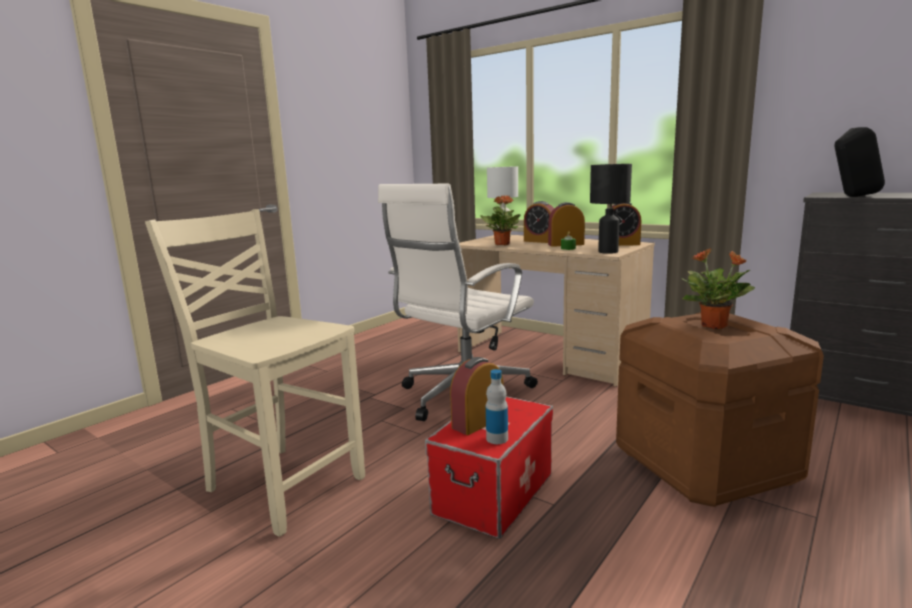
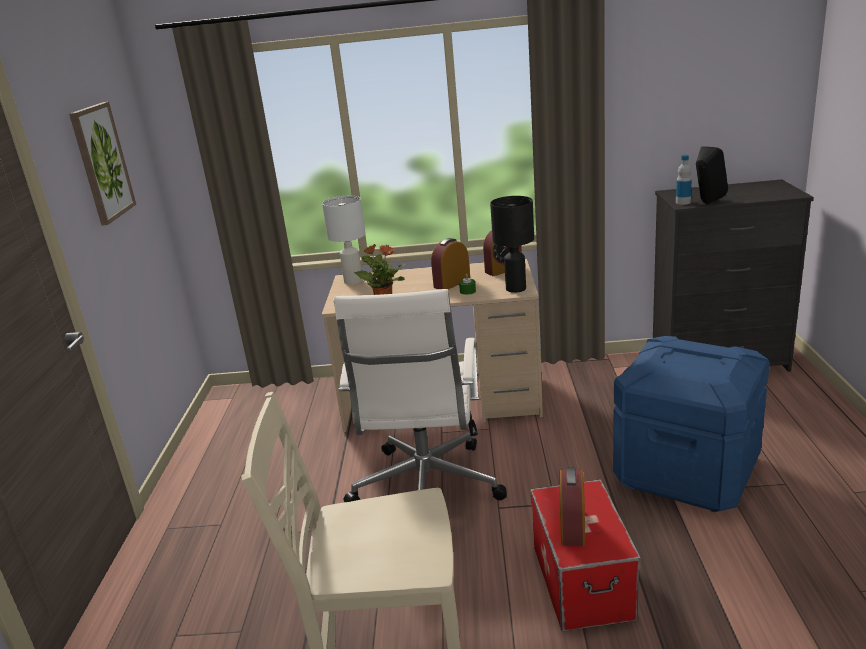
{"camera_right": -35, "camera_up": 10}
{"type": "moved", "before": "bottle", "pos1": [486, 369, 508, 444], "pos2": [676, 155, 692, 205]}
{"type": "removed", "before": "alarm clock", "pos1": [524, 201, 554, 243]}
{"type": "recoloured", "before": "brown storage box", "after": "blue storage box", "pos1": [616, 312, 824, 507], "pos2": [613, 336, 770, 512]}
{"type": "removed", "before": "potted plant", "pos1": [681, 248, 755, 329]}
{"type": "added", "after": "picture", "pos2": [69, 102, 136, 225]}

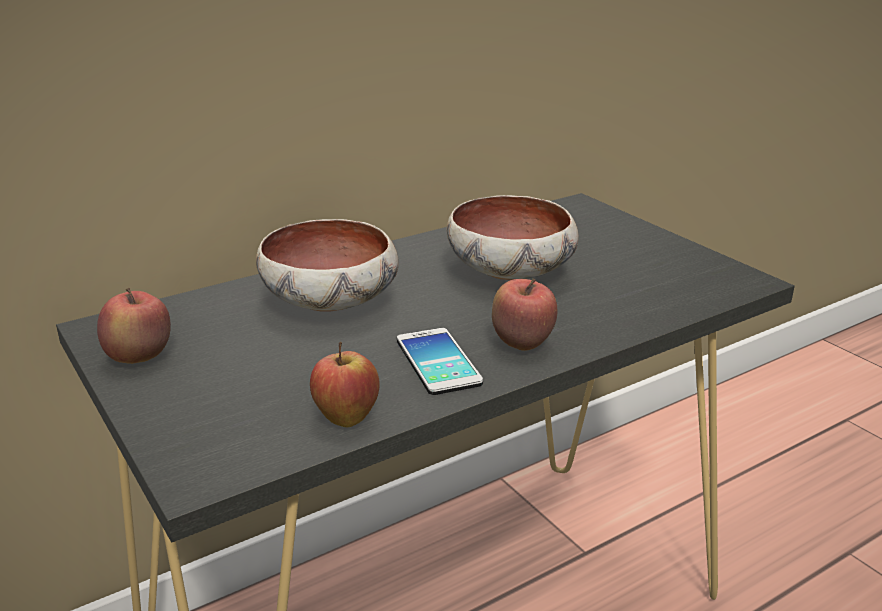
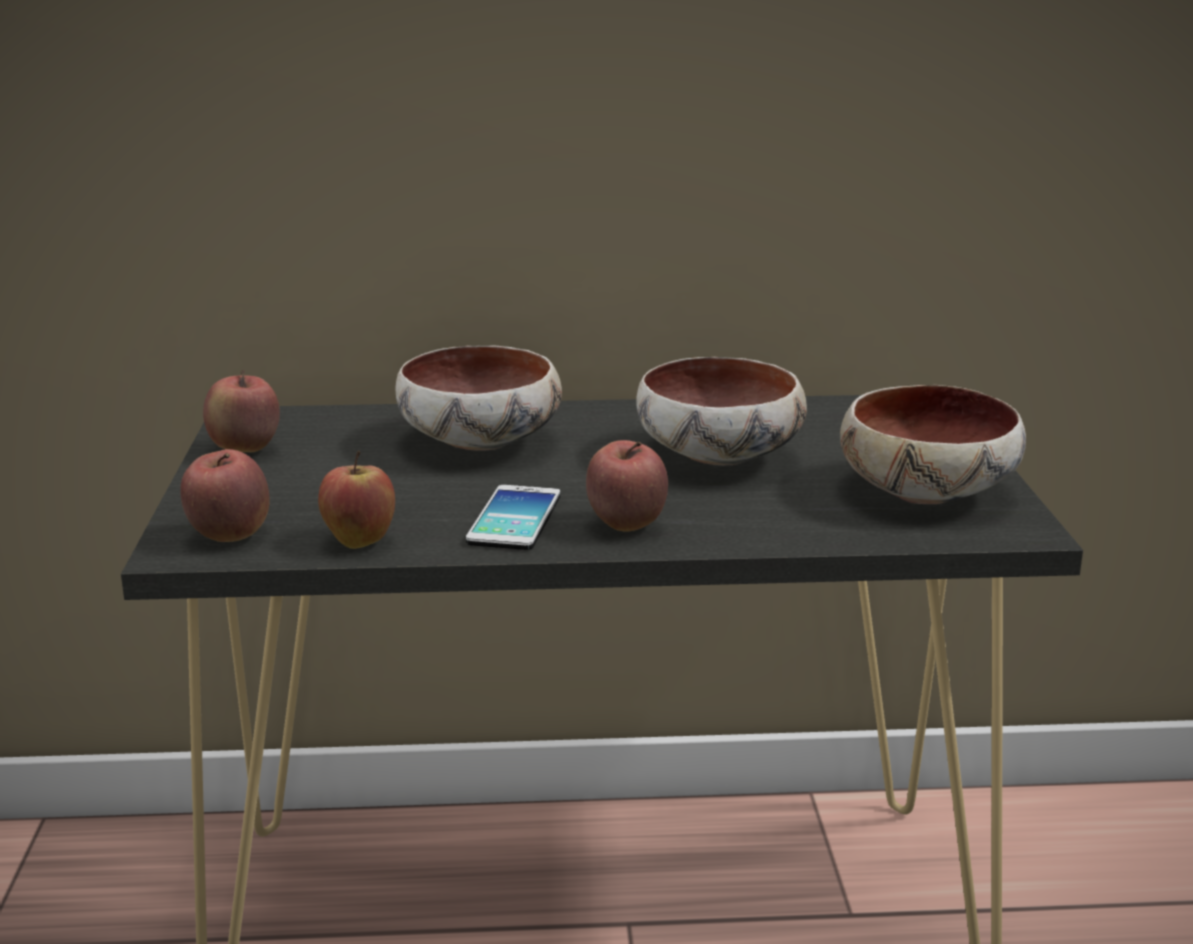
{"camera_right": 30, "camera_up": -5}
{"type": "added", "after": "apple", "pos2": [180, 449, 270, 542]}
{"type": "added", "after": "bowl", "pos2": [840, 385, 1026, 504]}

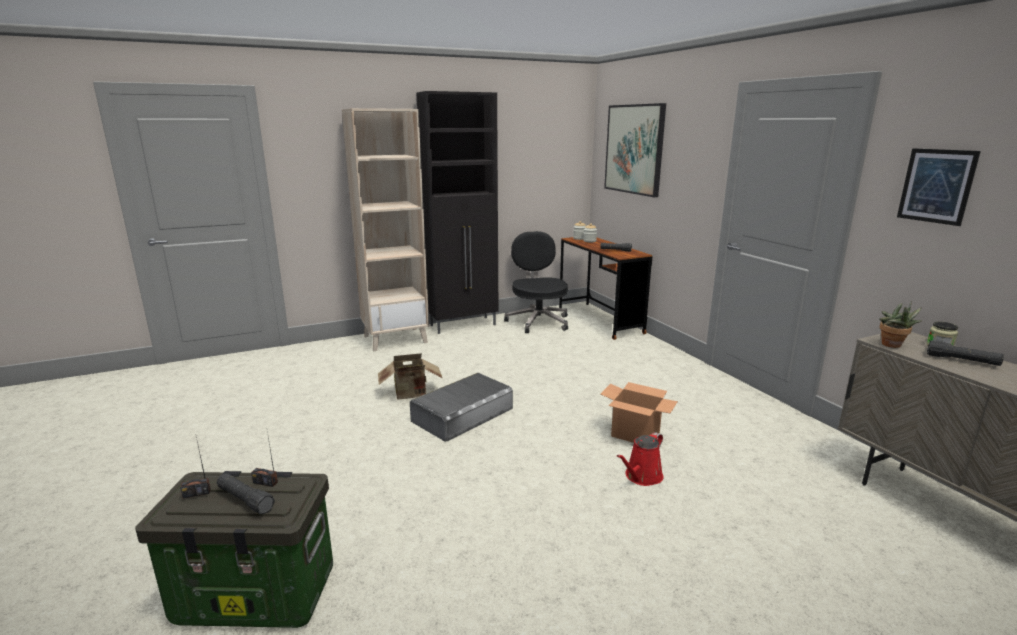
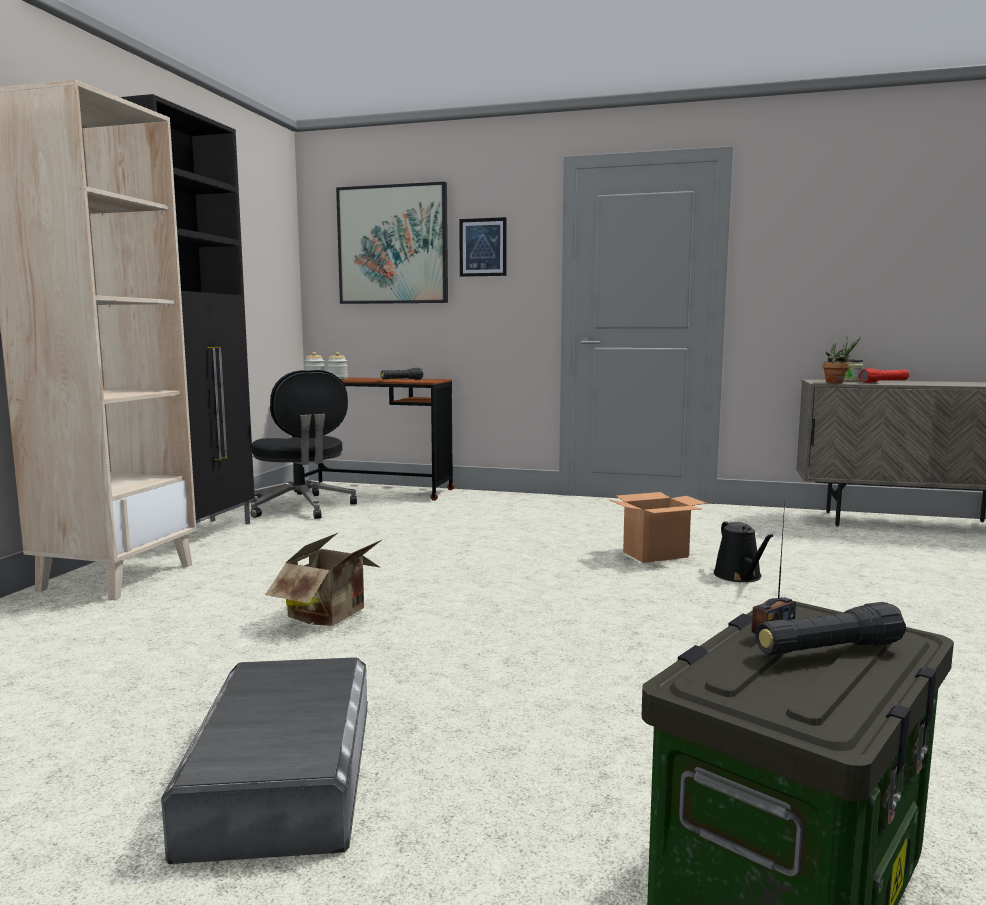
{"camera_right": -50, "camera_up": -10}
{"type": "removed", "before": "radio", "pos1": [180, 437, 211, 499]}
{"type": "moved", "before": "grey storage box", "pos1": [410, 373, 513, 442], "pos2": [161, 657, 368, 864]}
{"type": "turned", "before": "black office chair", "pos1": [504, 231, 568, 333], "pos2": [251, 370, 357, 519], "turn": -150}
{"type": "recoloured", "before": "red watering can", "after": "black watering can", "pos1": [617, 432, 664, 486], "pos2": [714, 521, 773, 582]}
{"type": "moved", "before": "picture", "pos1": [897, 148, 981, 226], "pos2": [459, 217, 507, 277]}
{"type": "recoloured", "before": "black flashlight", "after": "red flashlight", "pos1": [927, 340, 1004, 366], "pos2": [859, 369, 909, 383]}

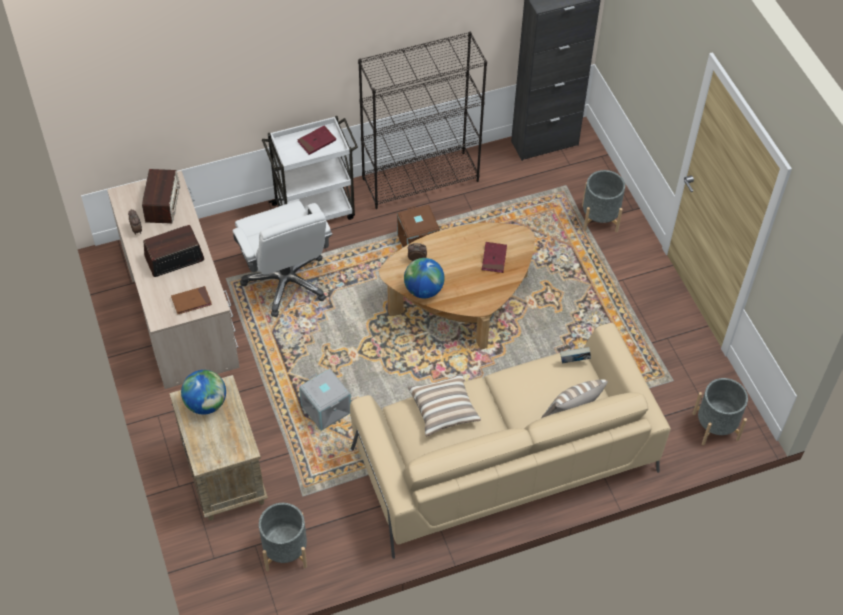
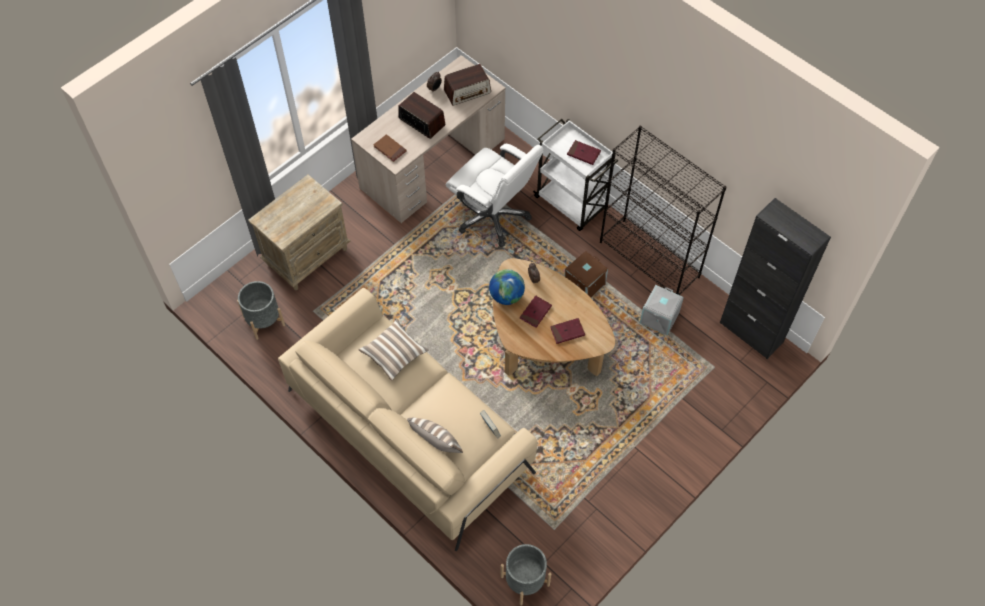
{"camera_right": 65, "camera_up": 5}
{"type": "removed", "before": "globe", "pos1": [181, 370, 226, 415]}
{"type": "turned", "before": "white office chair", "pos1": [232, 201, 332, 317], "pos2": [446, 144, 544, 247], "turn": -90}
{"type": "moved", "before": "grey storage box", "pos1": [299, 369, 351, 431], "pos2": [640, 285, 684, 335]}
{"type": "removed", "before": "grey planter", "pos1": [582, 170, 625, 232]}
{"type": "added", "after": "red book", "pos2": [520, 295, 552, 328]}

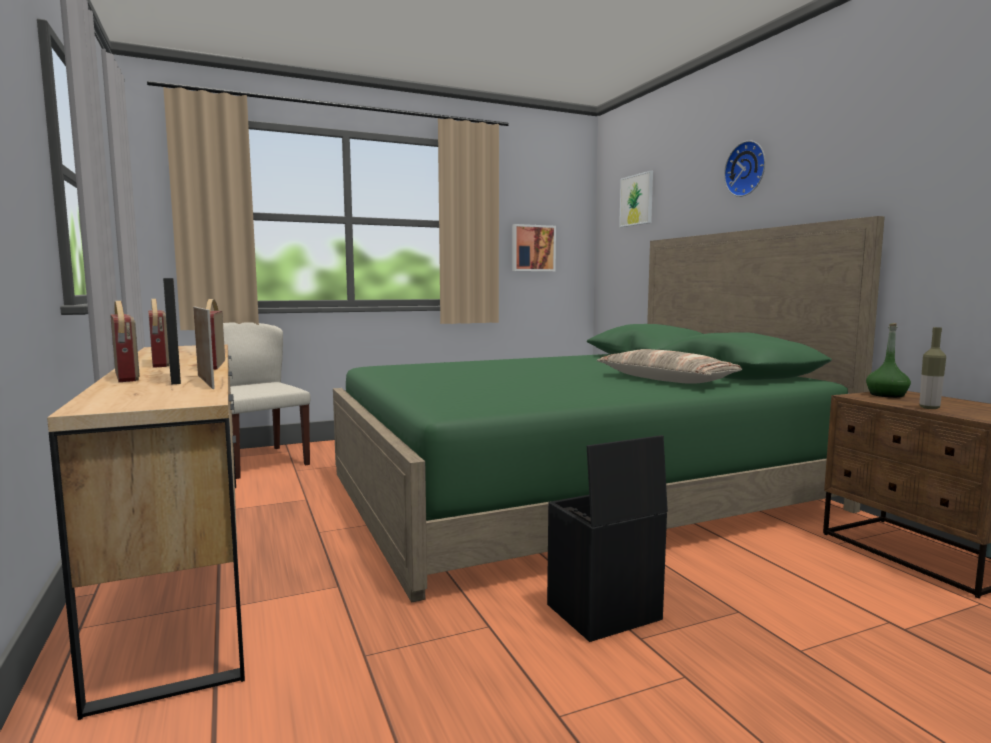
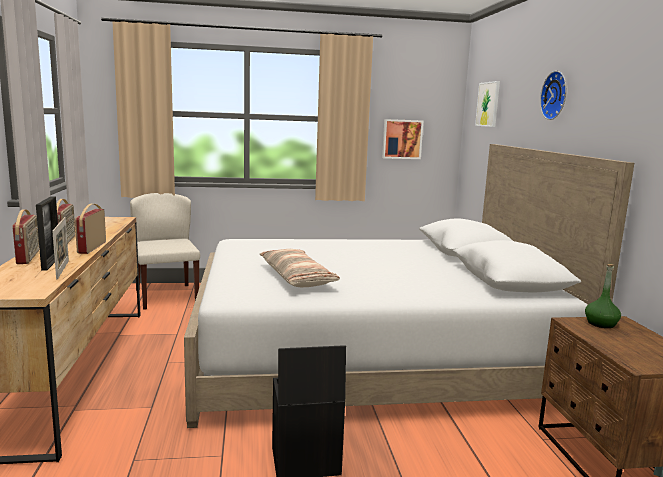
{"camera_right": 15, "camera_up": 5}
{"type": "recoloured", "before": "green bed", "after": "white bed", "pos1": [333, 216, 885, 603], "pos2": [184, 144, 634, 428]}
{"type": "moved", "before": "pillow", "pos1": [597, 349, 742, 384], "pos2": [260, 249, 340, 287]}
{"type": "removed", "before": "bottle", "pos1": [919, 327, 946, 409]}

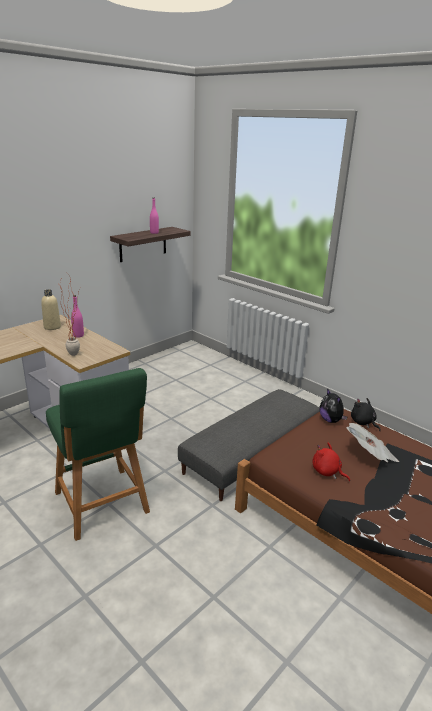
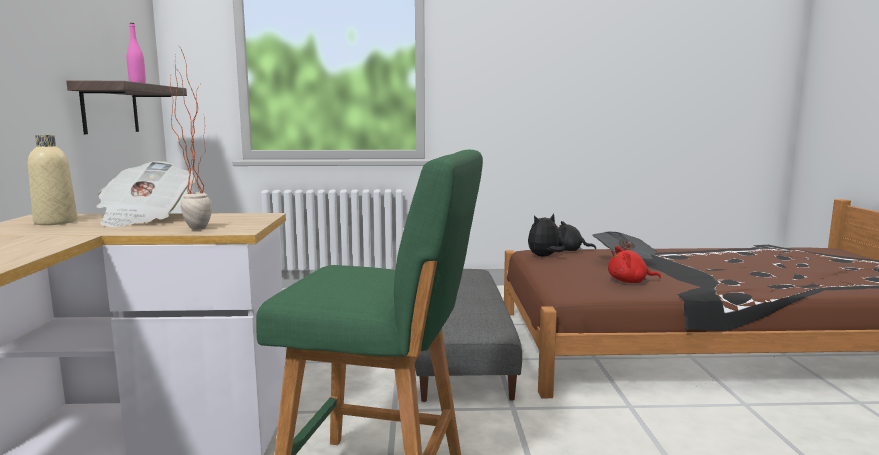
{"camera_right": -45, "camera_up": -15}
{"type": "replaced", "before": "pink bottle", "after": "newspaper", "pos1": [71, 295, 84, 338], "pos2": [96, 161, 195, 227]}
{"type": "turned", "before": "plush toy", "pos1": [319, 388, 347, 423], "pos2": [528, 214, 565, 256], "turn": 135}

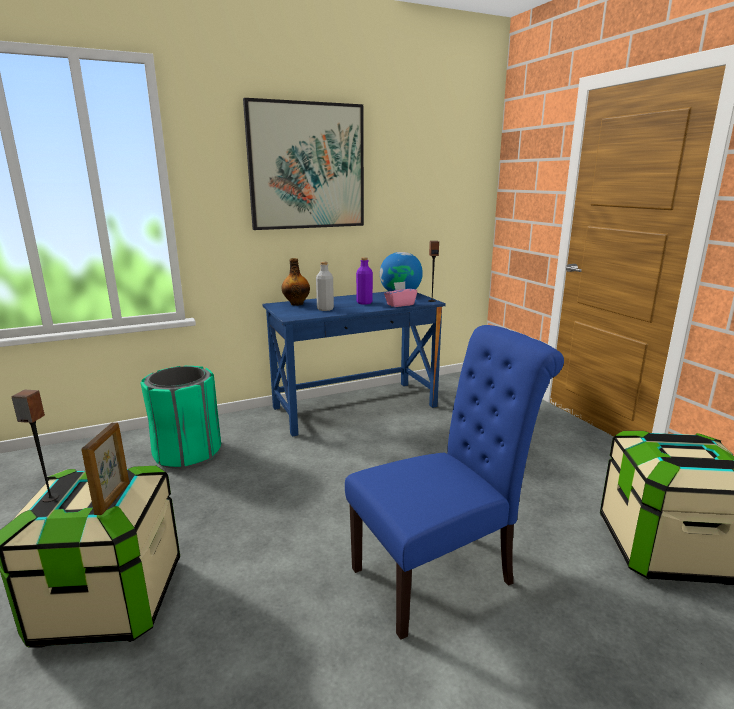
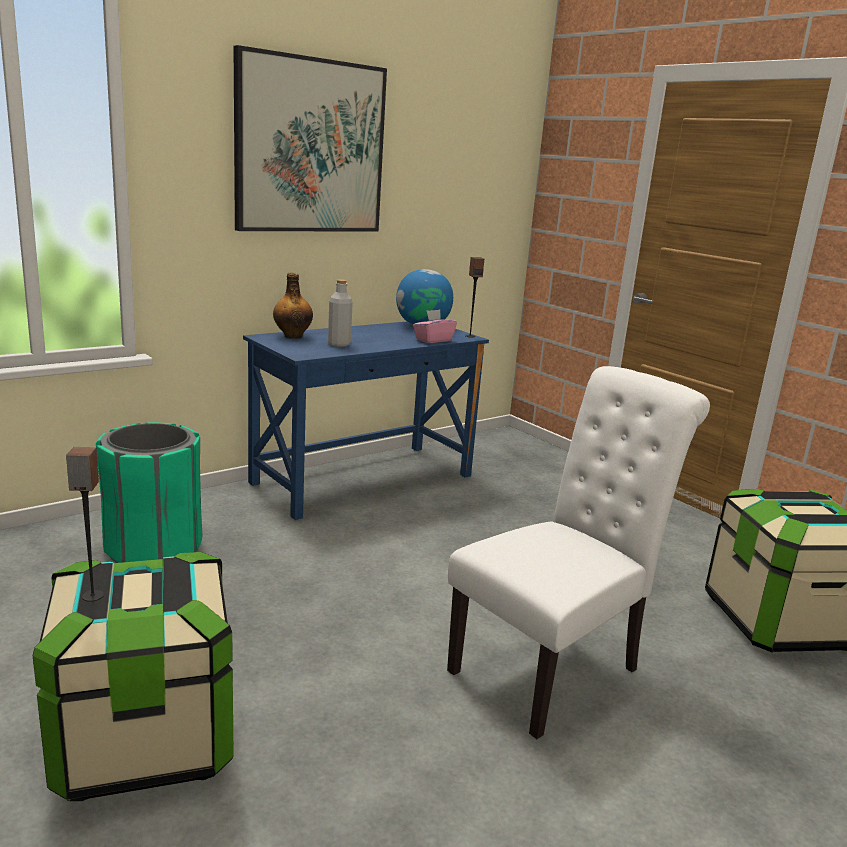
{"camera_right": -15, "camera_up": 0}
{"type": "removed", "before": "picture frame", "pos1": [81, 422, 129, 515]}
{"type": "recoloured", "before": "blue chair", "after": "white chair", "pos1": [345, 325, 564, 640], "pos2": [447, 366, 710, 739]}
{"type": "removed", "before": "purple bottle", "pos1": [356, 257, 373, 305]}

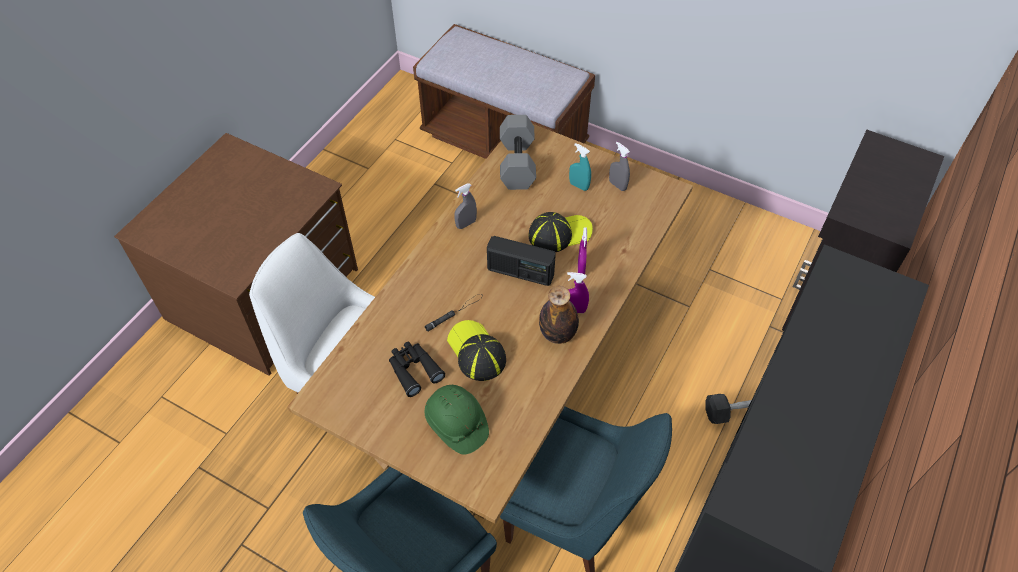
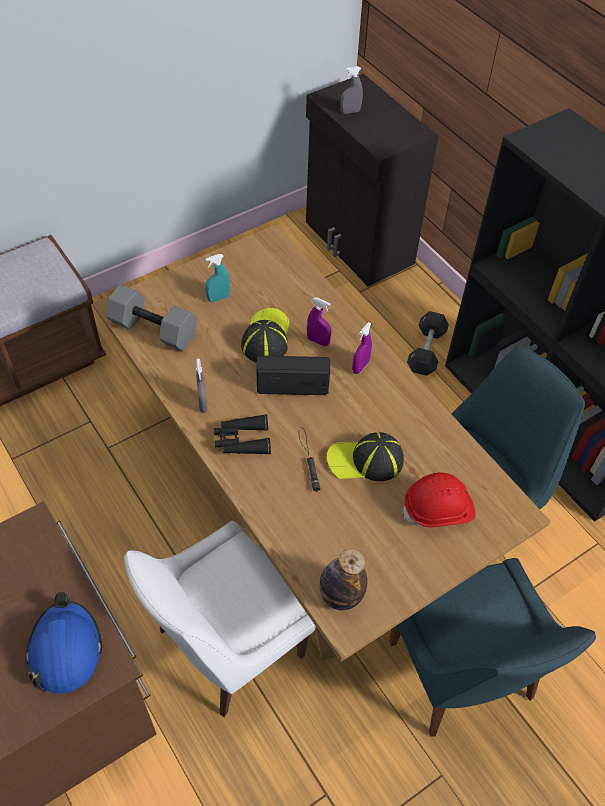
{"camera_right": -65, "camera_up": 0}
{"type": "moved", "before": "black binoculars", "pos1": [389, 341, 445, 397], "pos2": [214, 414, 271, 455]}
{"type": "recoloured", "before": "green hard hat", "after": "red hard hat", "pos1": [425, 385, 489, 454], "pos2": [403, 473, 476, 527]}
{"type": "turned", "before": "radio", "pos1": [487, 236, 556, 286], "pos2": [256, 356, 330, 395], "turn": -135}
{"type": "moved", "before": "bottle", "pos1": [539, 286, 579, 344], "pos2": [319, 548, 368, 611]}
{"type": "moved", "before": "grey spray bottle", "pos1": [609, 142, 630, 191], "pos2": [341, 66, 363, 114]}
{"type": "added", "after": "blue hard hat", "pos2": [26, 592, 102, 694]}

